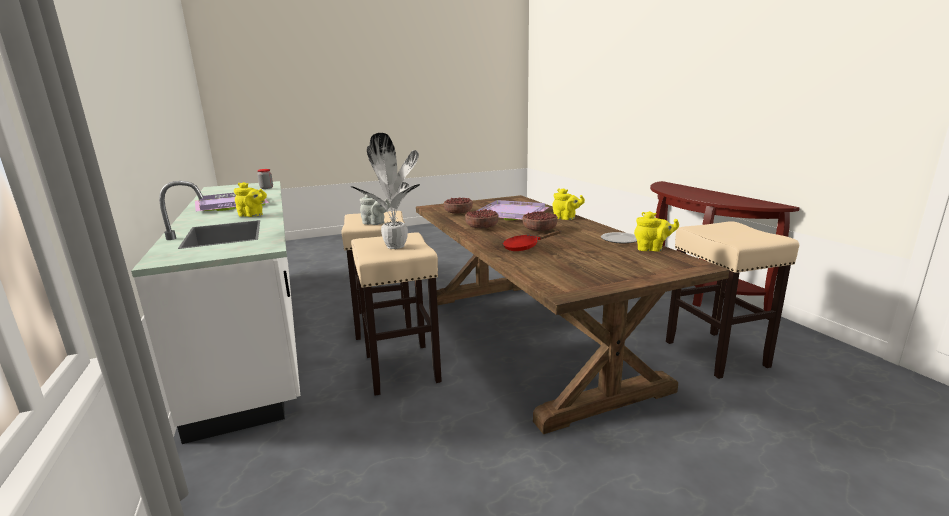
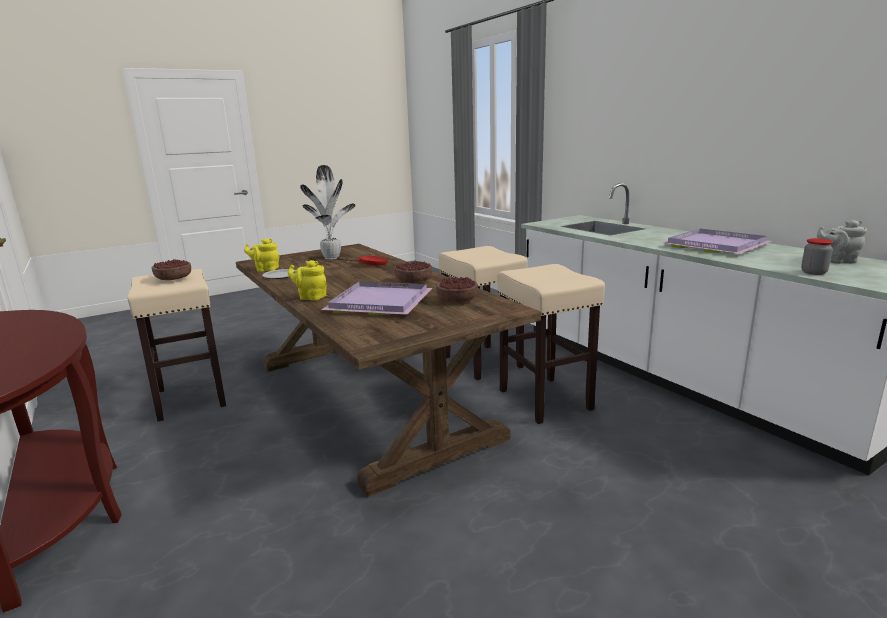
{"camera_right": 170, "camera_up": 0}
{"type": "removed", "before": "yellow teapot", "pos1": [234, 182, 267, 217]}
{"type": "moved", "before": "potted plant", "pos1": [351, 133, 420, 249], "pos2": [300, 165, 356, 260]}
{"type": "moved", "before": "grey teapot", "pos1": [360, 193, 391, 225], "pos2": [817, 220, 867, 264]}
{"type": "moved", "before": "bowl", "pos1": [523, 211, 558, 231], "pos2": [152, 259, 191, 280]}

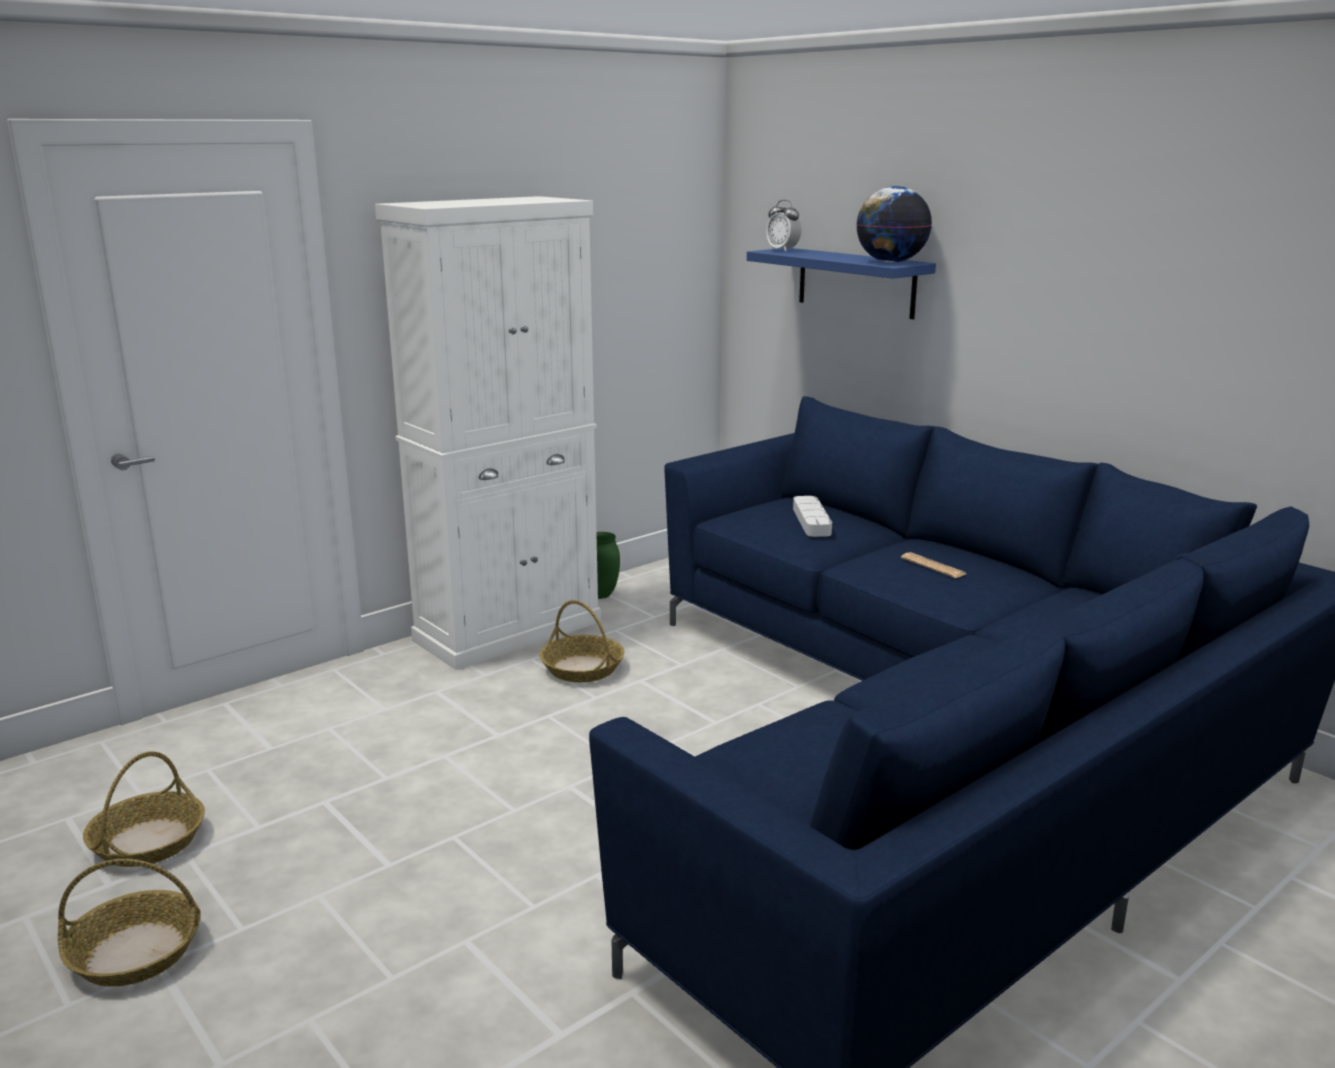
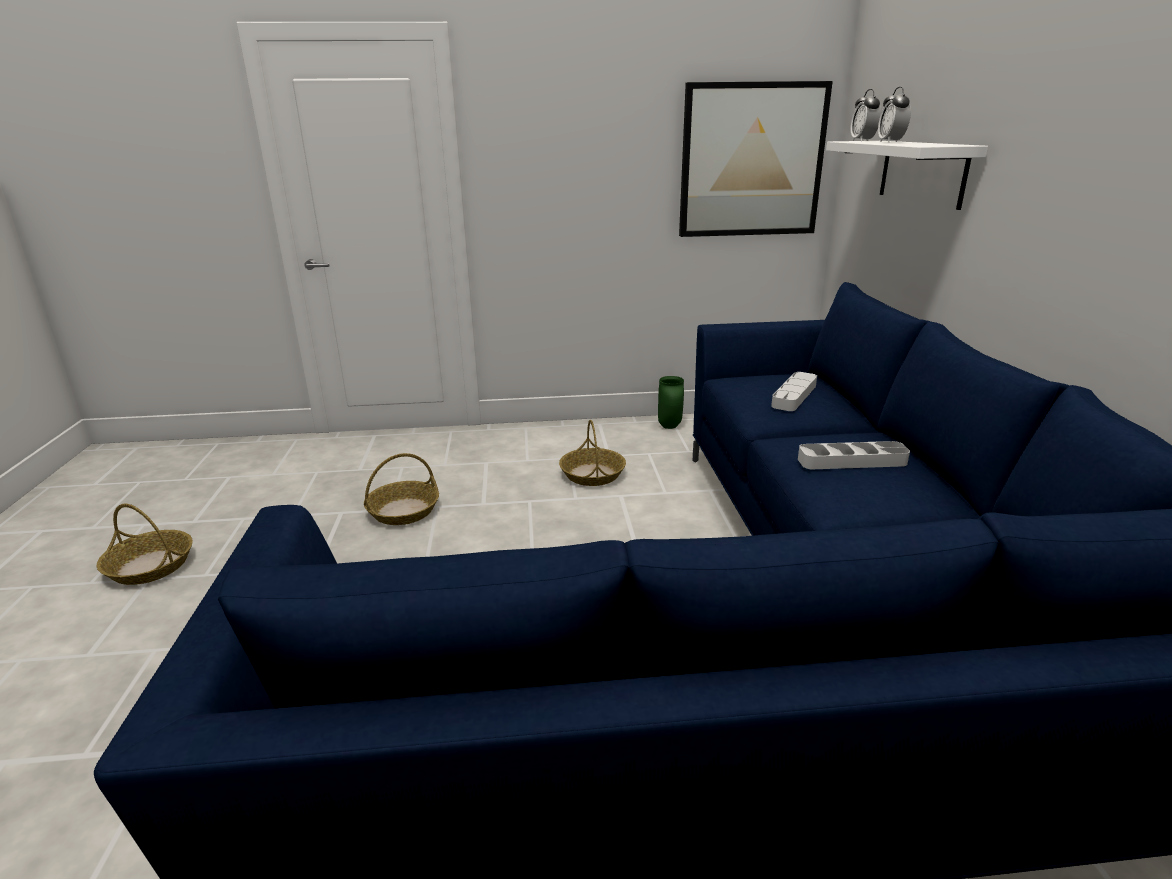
{"camera_right": 35, "camera_up": 5}
{"type": "moved", "before": "basket", "pos1": [83, 751, 205, 867], "pos2": [364, 453, 439, 525]}
{"type": "removed", "before": "white cabinet", "pos1": [375, 196, 601, 670]}
{"type": "recoloured", "before": "blue shelf", "after": "white shelf", "pos1": [747, 248, 936, 319], "pos2": [826, 141, 988, 210]}
{"type": "removed", "before": "globe", "pos1": [856, 186, 932, 262]}
{"type": "replaced", "before": "newspaper", "after": "grey tray", "pos1": [901, 552, 966, 578], "pos2": [798, 441, 910, 469]}
{"type": "added", "after": "picture", "pos2": [679, 81, 833, 237]}
{"type": "added", "after": "alarm clock", "pos2": [878, 87, 911, 142]}

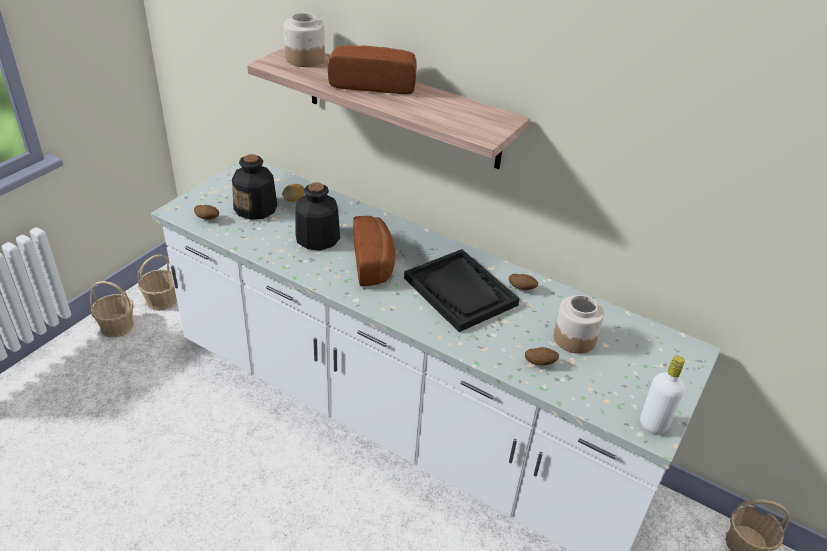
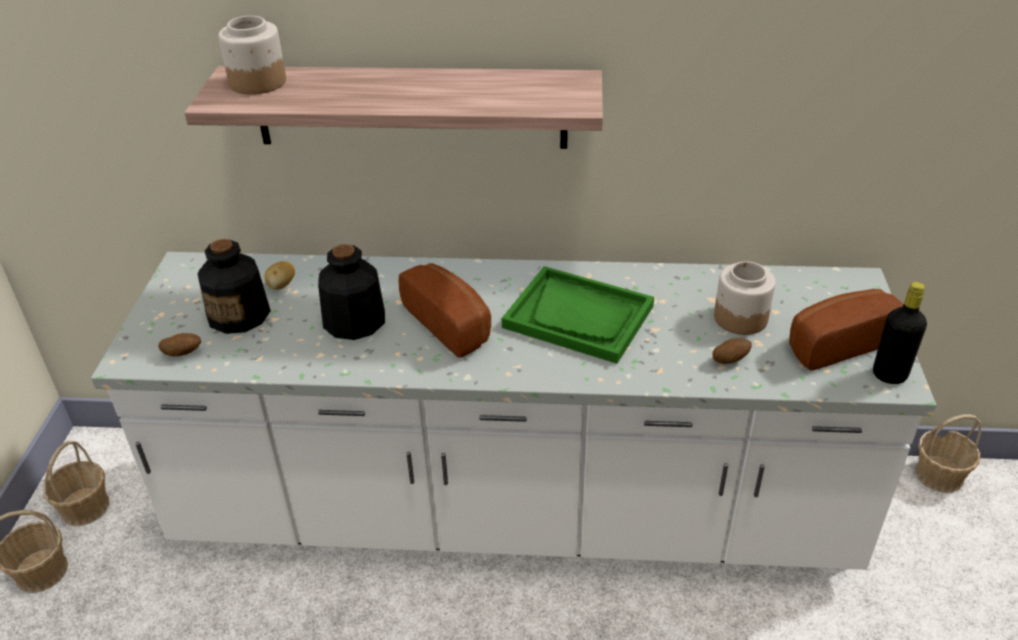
{"camera_right": -25, "camera_up": 0}
{"type": "moved", "before": "bread", "pos1": [328, 45, 417, 94], "pos2": [789, 289, 904, 371]}
{"type": "recoloured", "before": "black tray", "after": "green tray", "pos1": [404, 249, 520, 332], "pos2": [502, 266, 654, 364]}
{"type": "removed", "before": "potato", "pos1": [509, 274, 538, 290]}
{"type": "recoloured", "before": "white bottle", "after": "black bottle", "pos1": [640, 356, 685, 434], "pos2": [873, 282, 927, 384]}

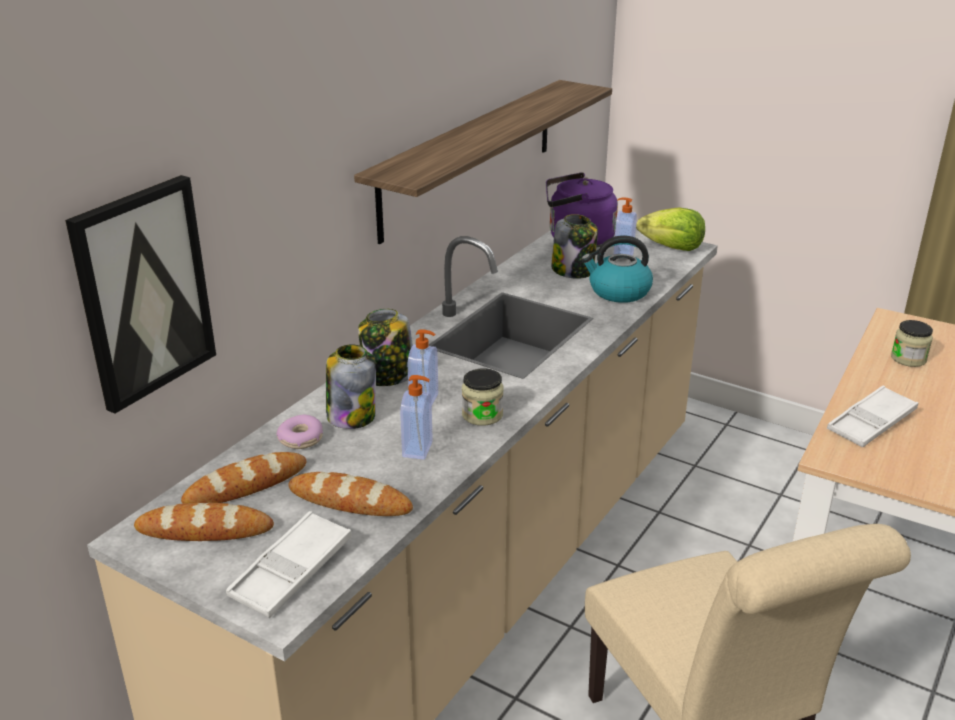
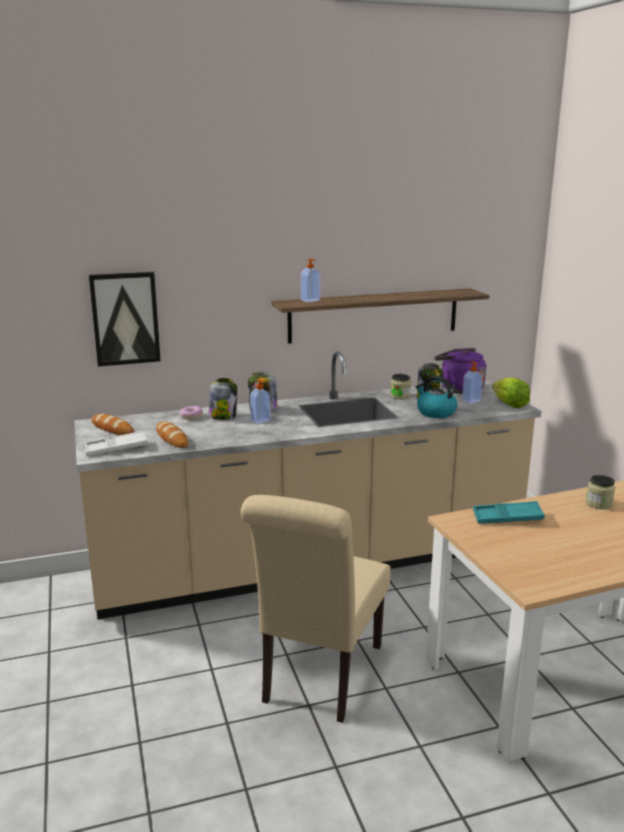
{"camera_right": 40, "camera_up": -10}
{"type": "removed", "before": "bread", "pos1": [181, 452, 306, 504]}
{"type": "moved", "before": "soap dispenser", "pos1": [400, 375, 433, 460], "pos2": [301, 259, 320, 302]}
{"type": "moved", "before": "jar", "pos1": [462, 368, 503, 426], "pos2": [390, 374, 411, 400]}
{"type": "recoloured", "before": "white tray", "after": "turquoise tray", "pos1": [827, 386, 918, 447], "pos2": [473, 501, 545, 524]}

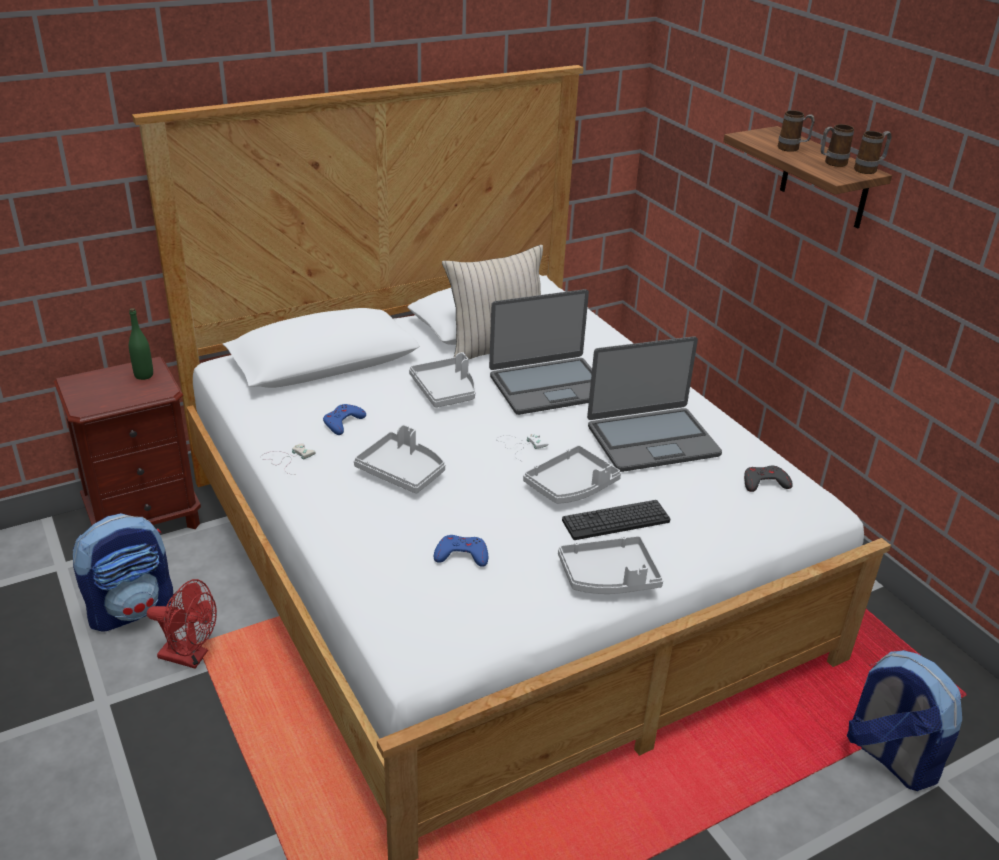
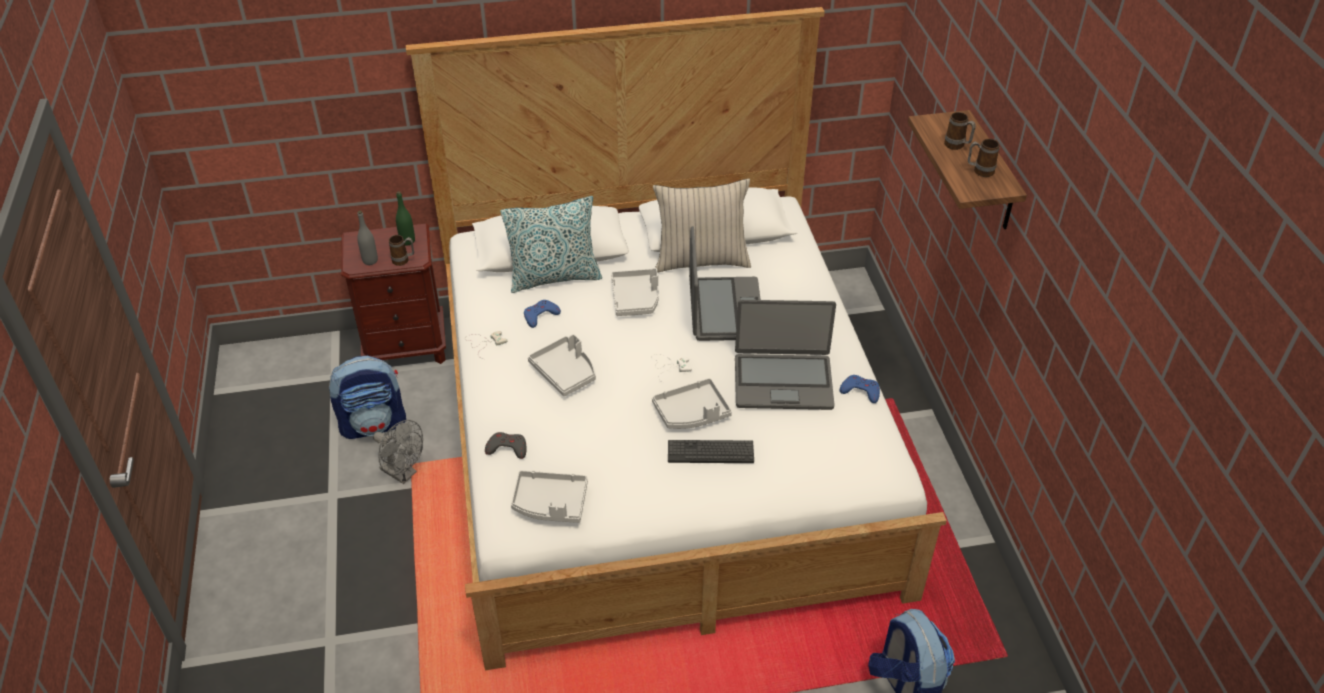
{"camera_right": 20, "camera_up": 10}
{"type": "recoloured", "before": "red fan", "after": "grey fan", "pos1": [147, 579, 217, 669], "pos2": [373, 420, 423, 484]}
{"type": "moved", "before": "blue game controller", "pos1": [434, 535, 488, 567], "pos2": [840, 375, 880, 403]}
{"type": "turned", "before": "laptop", "pos1": [489, 289, 592, 415], "pos2": [689, 226, 761, 341], "turn": -90}
{"type": "moved", "before": "grey tray", "pos1": [558, 536, 663, 594], "pos2": [511, 470, 588, 523]}
{"type": "moved", "before": "grey game controller", "pos1": [744, 466, 793, 492], "pos2": [485, 432, 526, 459]}
{"type": "moved", "before": "mug", "pos1": [854, 131, 891, 174], "pos2": [389, 235, 414, 266]}
{"type": "added", "after": "grey bottle", "pos2": [357, 211, 378, 265]}
{"type": "added", "after": "pillow", "pos2": [500, 196, 602, 293]}

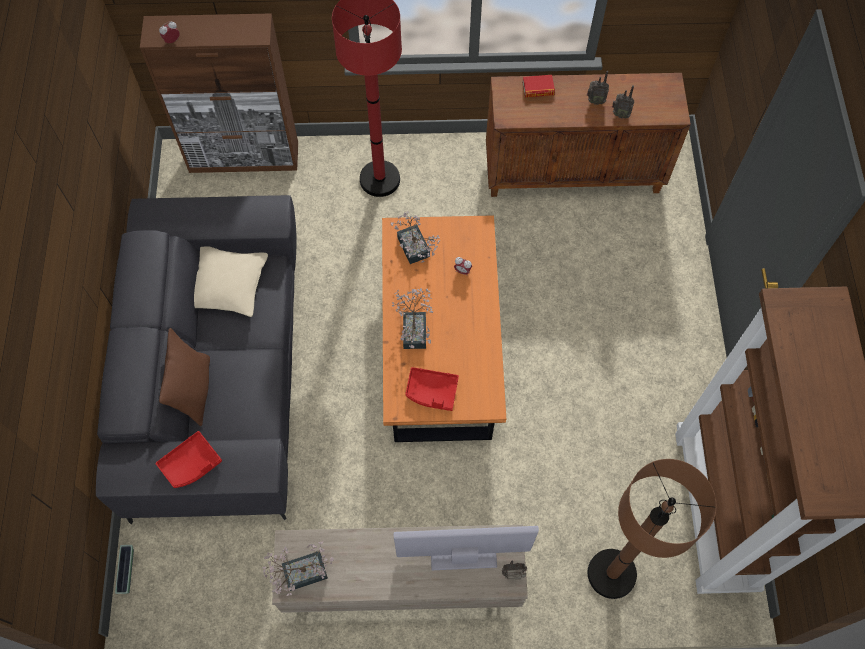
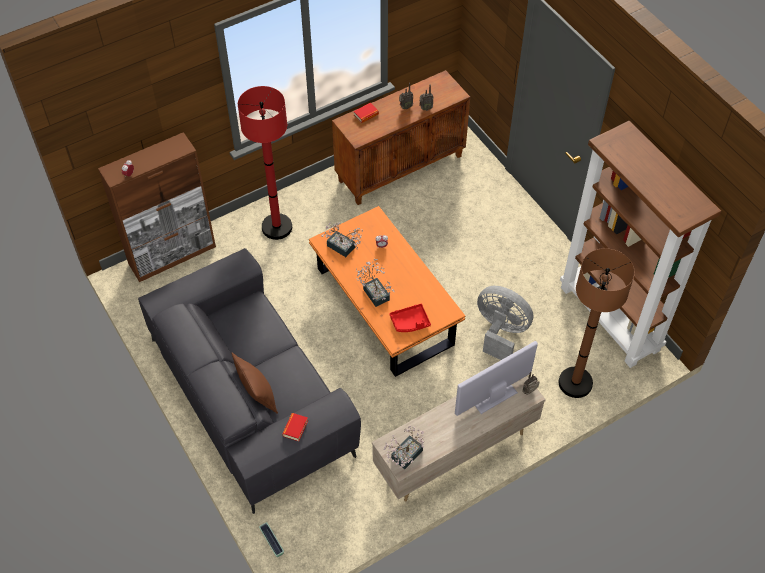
{"camera_right": -30, "camera_up": -10}
{"type": "replaced", "before": "red tray", "after": "book", "pos1": [156, 431, 222, 488], "pos2": [282, 413, 308, 441]}
{"type": "removed", "before": "beige pillow", "pos1": [194, 246, 268, 317]}
{"type": "added", "after": "grey fan", "pos2": [477, 286, 533, 360]}

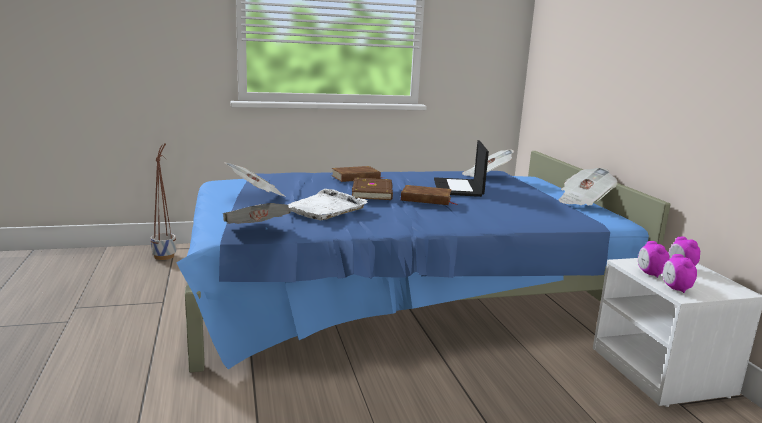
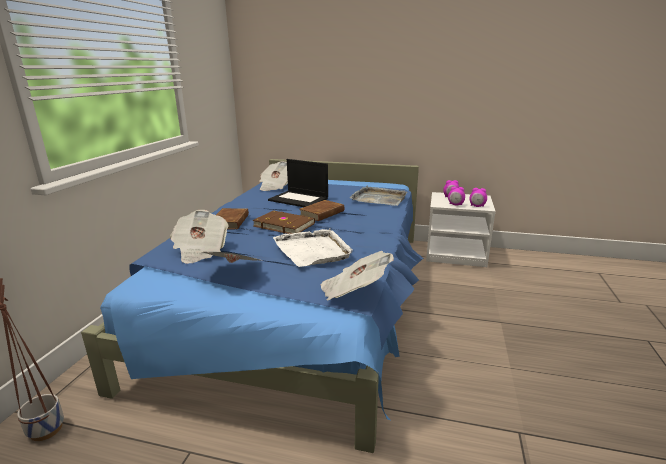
{"camera_right": -60, "camera_up": 5}
{"type": "moved", "before": "newspaper", "pos1": [559, 168, 618, 205], "pos2": [170, 210, 229, 264]}
{"type": "added", "after": "grey tray", "pos2": [350, 186, 407, 206]}

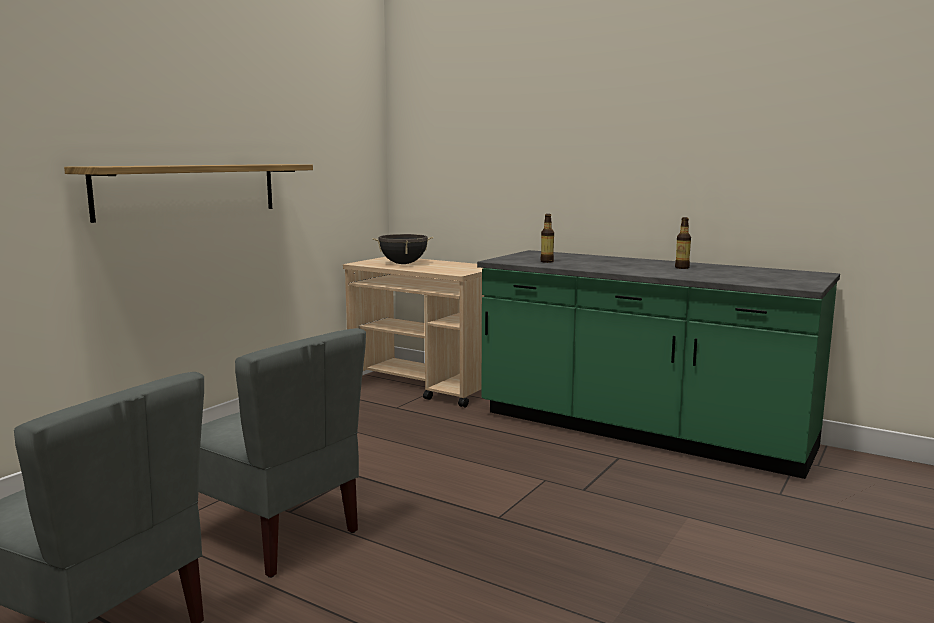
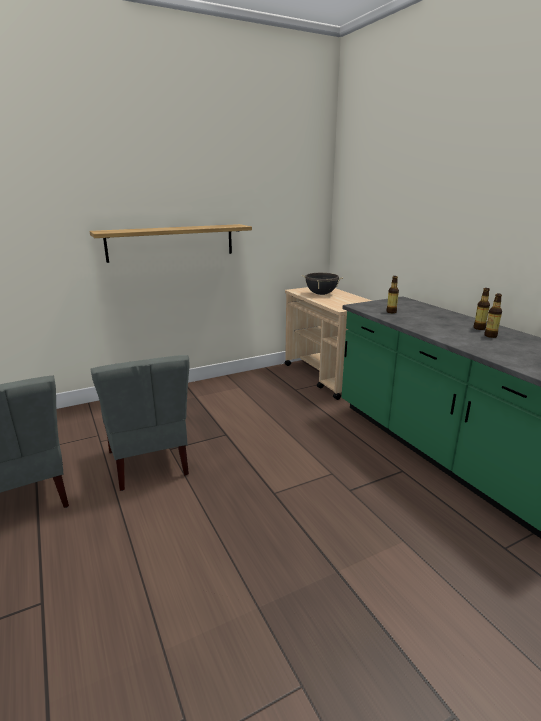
{"camera_right": 30, "camera_up": 10}
{"type": "added", "after": "bottle", "pos2": [473, 288, 490, 330]}

